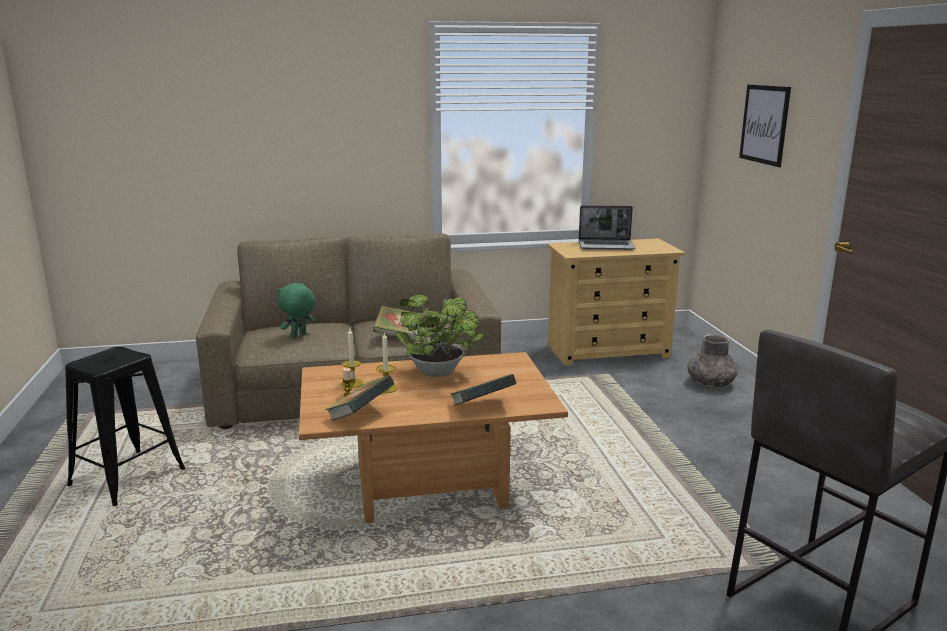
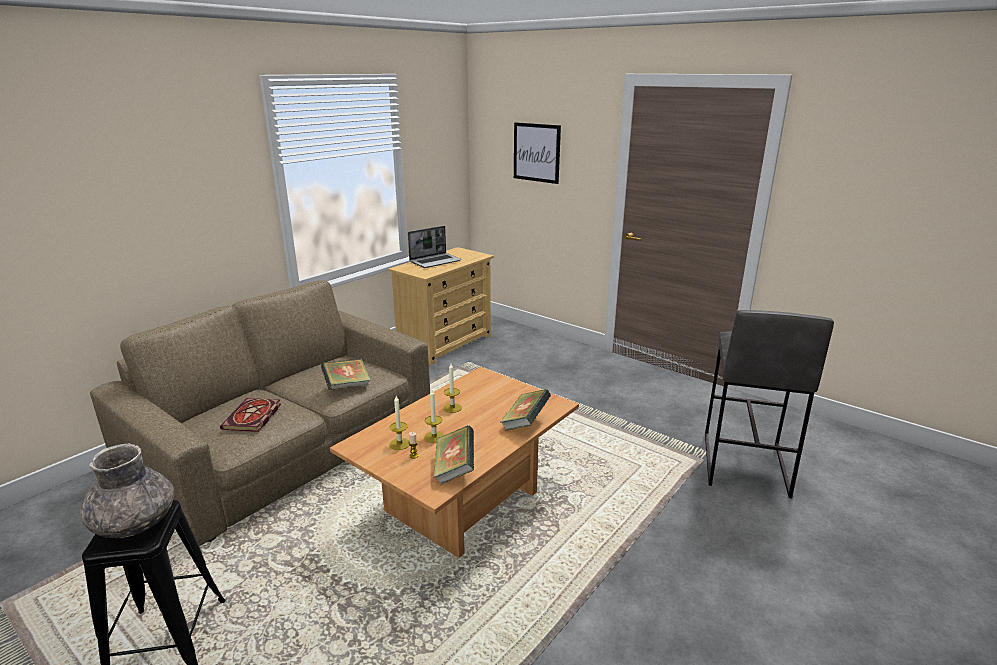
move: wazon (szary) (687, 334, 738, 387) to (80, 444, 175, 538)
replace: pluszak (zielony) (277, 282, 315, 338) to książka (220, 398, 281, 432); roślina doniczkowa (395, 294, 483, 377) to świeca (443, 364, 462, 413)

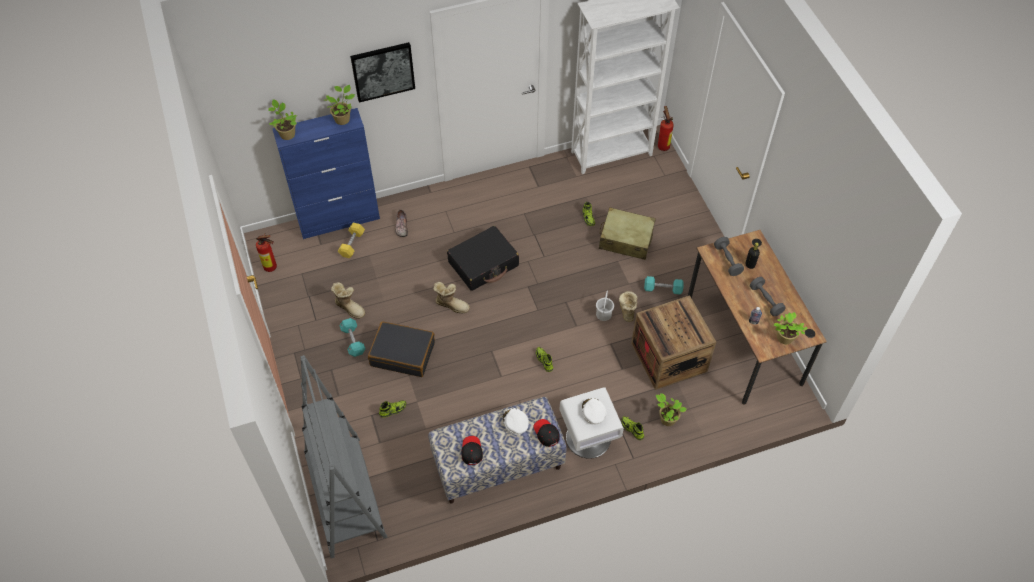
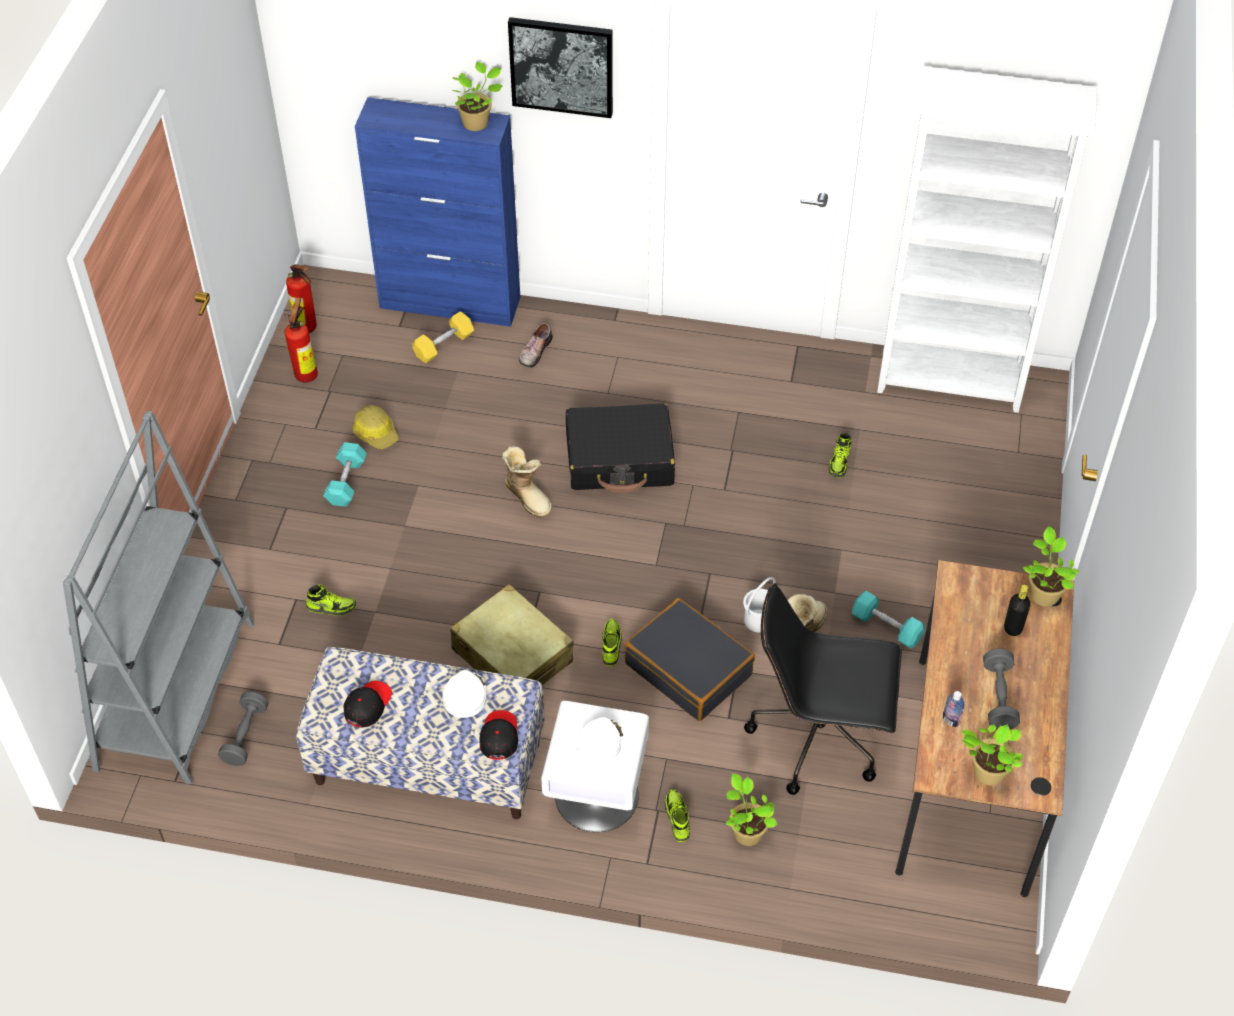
move: roślina doniczkowa (268, 99, 297, 140) to (1023, 526, 1079, 607); walizka (czarny) (368, 321, 435, 377) to (625, 598, 755, 721); walizka (beżowy) (599, 207, 656, 260) to (450, 584, 574, 685); gaśnica (658, 106, 674, 151) to (284, 297, 318, 382); hantel (szary) (714, 237, 744, 276) to (218, 691, 268, 766)
replace: but z cholewką (331, 282, 365, 319) to kask (353, 405, 399, 449); skrzynka (631, 295, 716, 390) to krzesło biurowe (czarny) (744, 583, 902, 795)

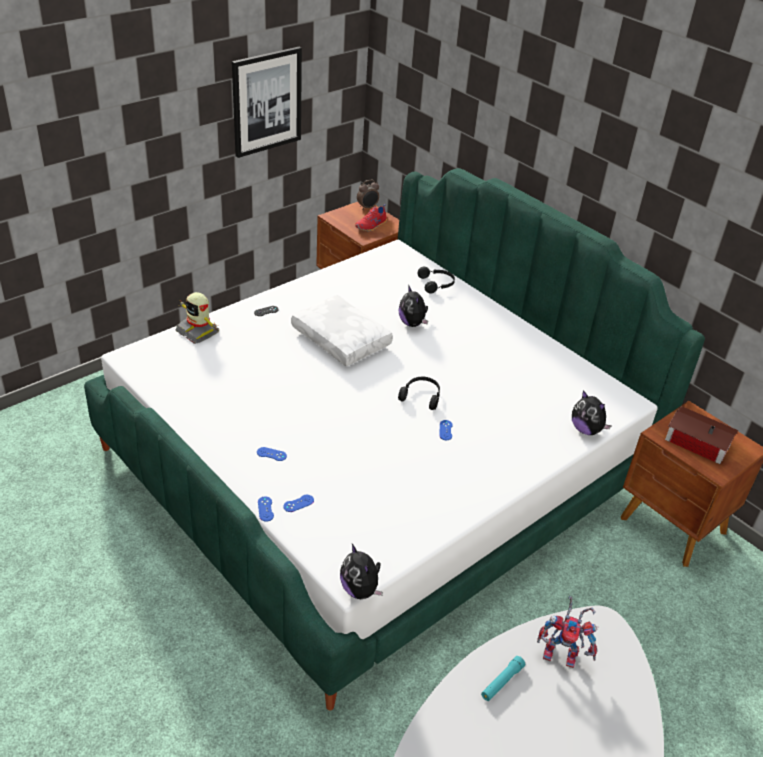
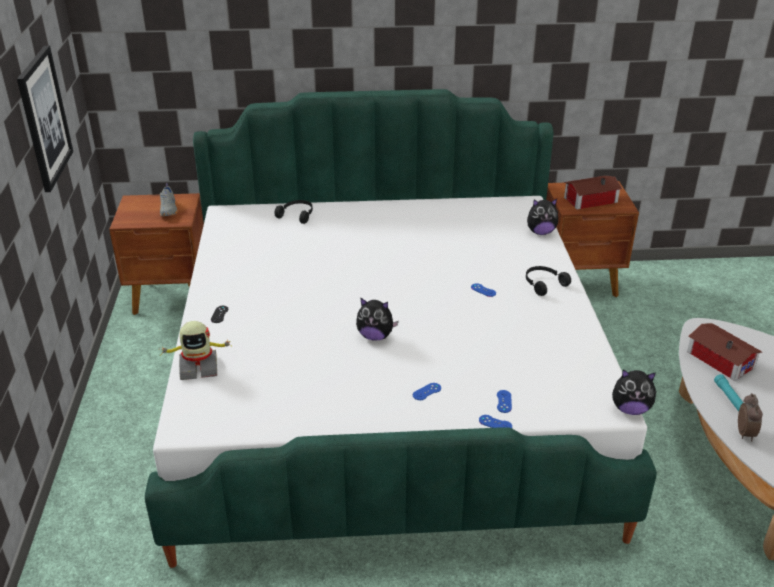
delete: poduszka (biały) (291, 295, 393, 366)
move: budzik (357, 180, 379, 210) to (738, 393, 763, 441); pluszak (398, 285, 428, 327) to (356, 298, 399, 341); słuchawki (czarny) (398, 377, 440, 410) to (526, 266, 571, 296)
replace: robot zabawkowy (537, 596, 599, 668) to domek (687, 323, 762, 381)
recolor: but (czerwony) (355, 204, 387, 231) to but (szary) (160, 183, 178, 216)

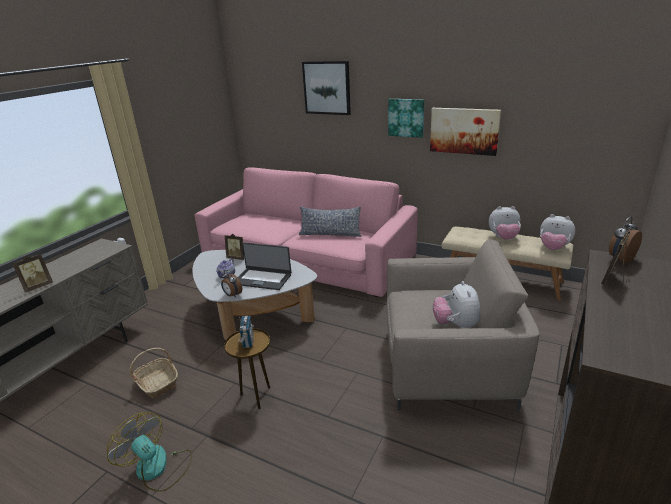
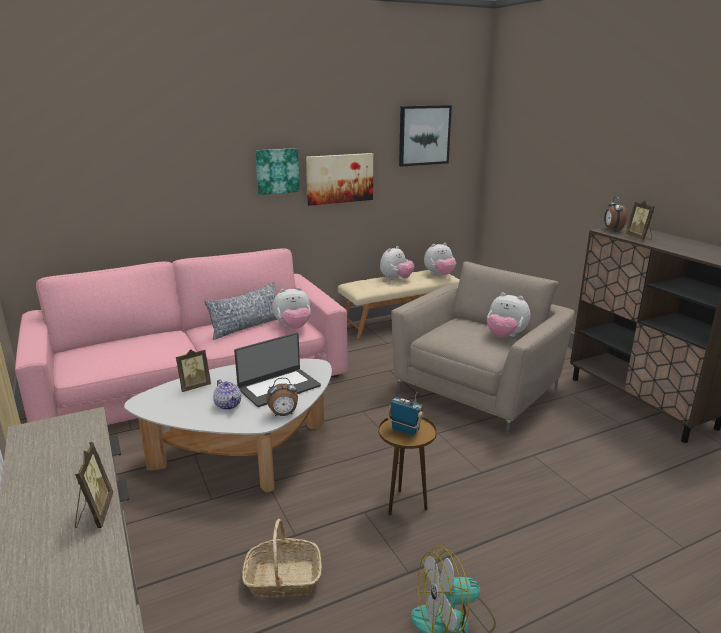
insert: pluszak (272, 287, 311, 329)
move: obraz (302, 61, 351, 115) to (399, 105, 452, 167)

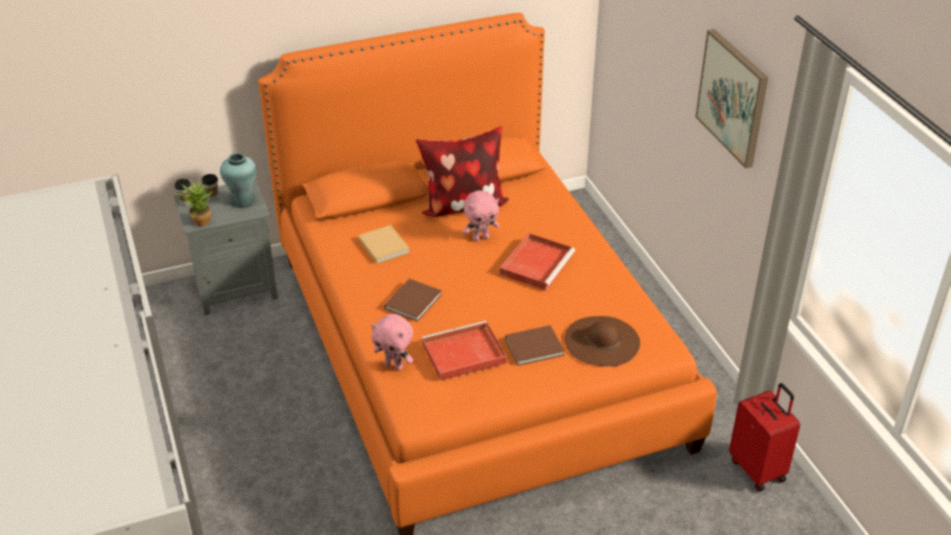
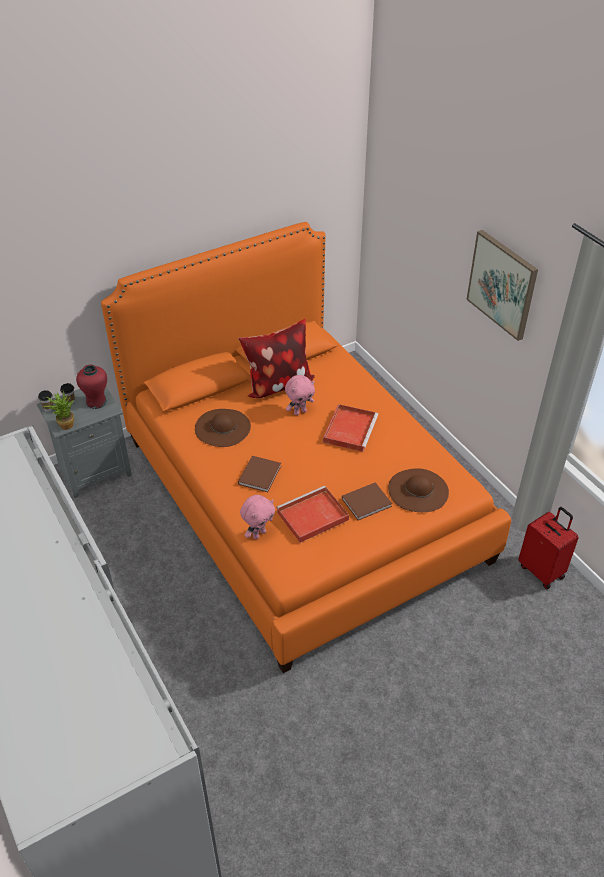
replace: książka (beżowy) (358, 225, 410, 264) to kapelusz (brązowy) (195, 409, 251, 447)
recolor: wazon (turkusowy) (220, 153, 257, 208) to wazon (czerwony) (76, 365, 107, 409)
rotate: pluszak (różowy) (371, 314, 414, 370) = (240, 495, 275, 539) 60 degrees counterclockwise

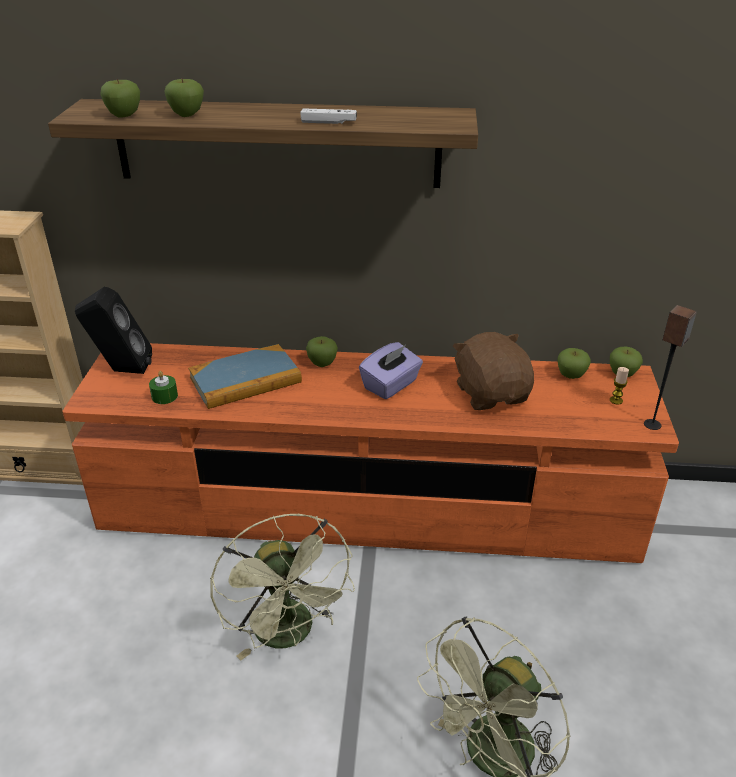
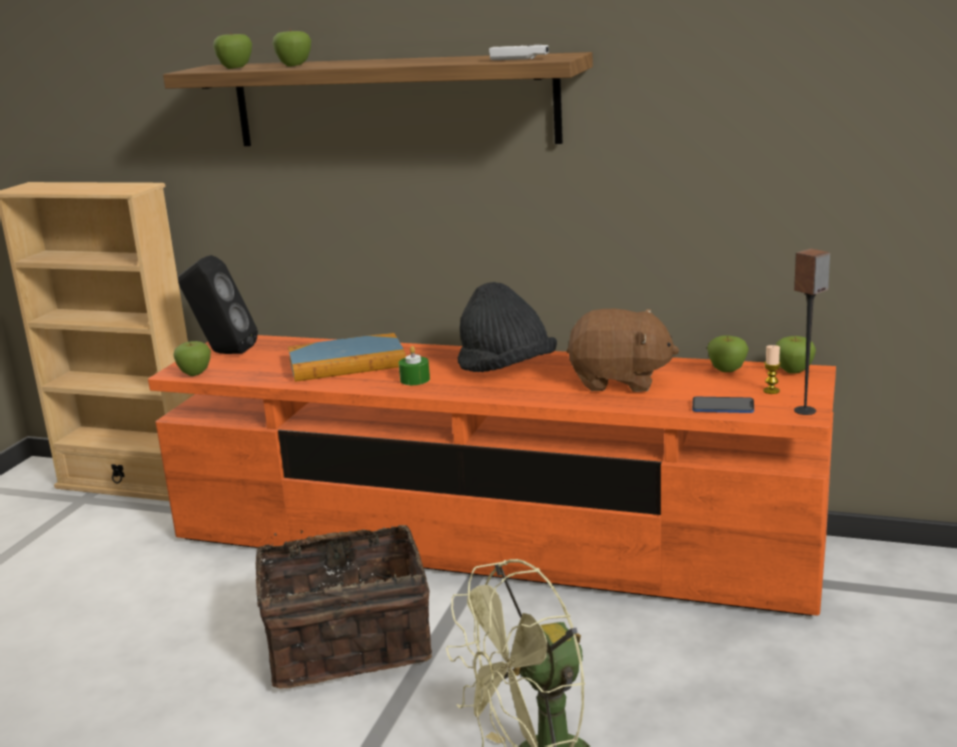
insert: telefon (692, 397, 754, 413)
move: świeca (zielony) (149, 371, 178, 404) to (399, 346, 430, 385); pad do gier (biały) (300, 108, 357, 124) to (489, 44, 549, 60); jabłko (306, 336, 338, 367) to (173, 341, 211, 376)
replace: wentylator (zielony) (210, 514, 355, 660) to koszyk (256, 525, 432, 689); pudełko chusteczek (fioletowy) (359, 342, 423, 399) to kapelusz (czarny) (458, 282, 557, 372)
rotate: pluszak (brązowy) (453, 332, 534, 410) = (567, 309, 679, 392) 105 degrees clockwise

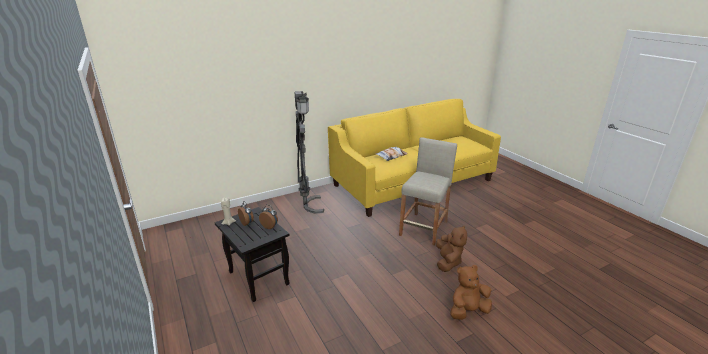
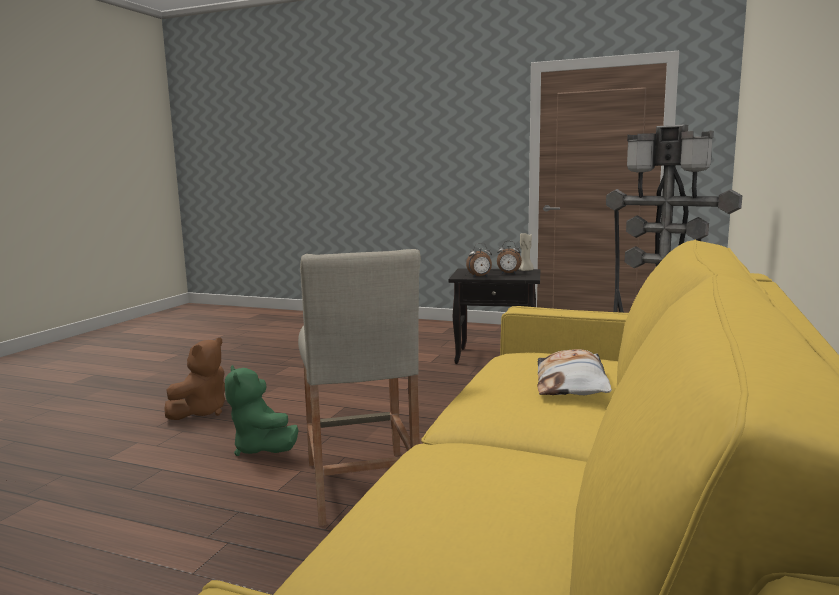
recolor: pluszak (brązowy) (436, 225, 467, 272) to pluszak (zielony) (225, 365, 298, 456)

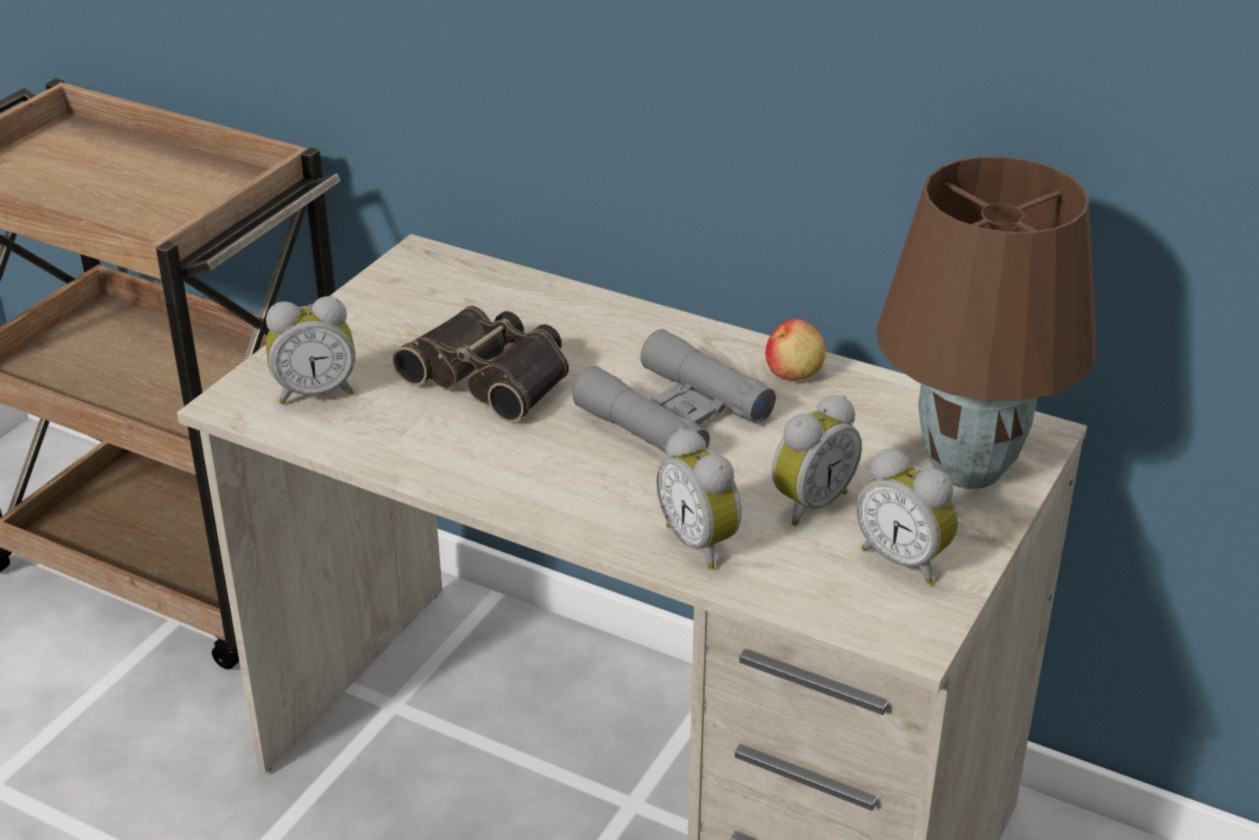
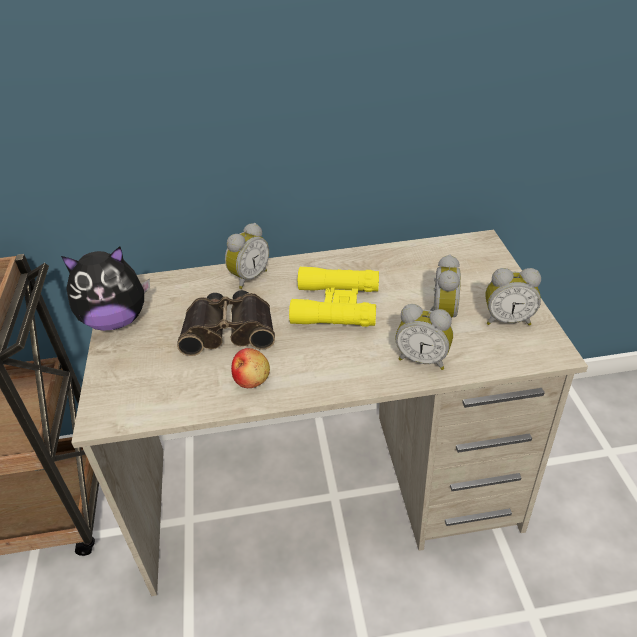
delete: lampa stołowa (brązowy) (876, 157, 1097, 489)
insert: pluszak (61, 246, 150, 331)
move: budzik (266, 296, 355, 404) to (225, 223, 269, 289); jabłko (765, 319, 826, 380) to (231, 348, 270, 388)
recolor: lornetka (szary) (572, 329, 776, 457) to lornetka (żółty) (289, 266, 379, 327)

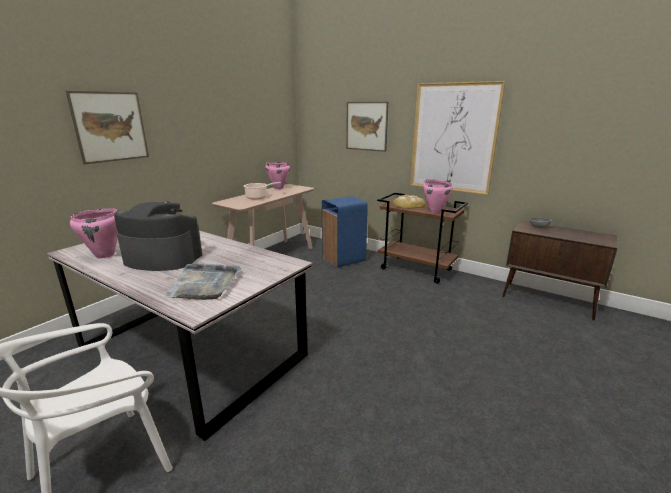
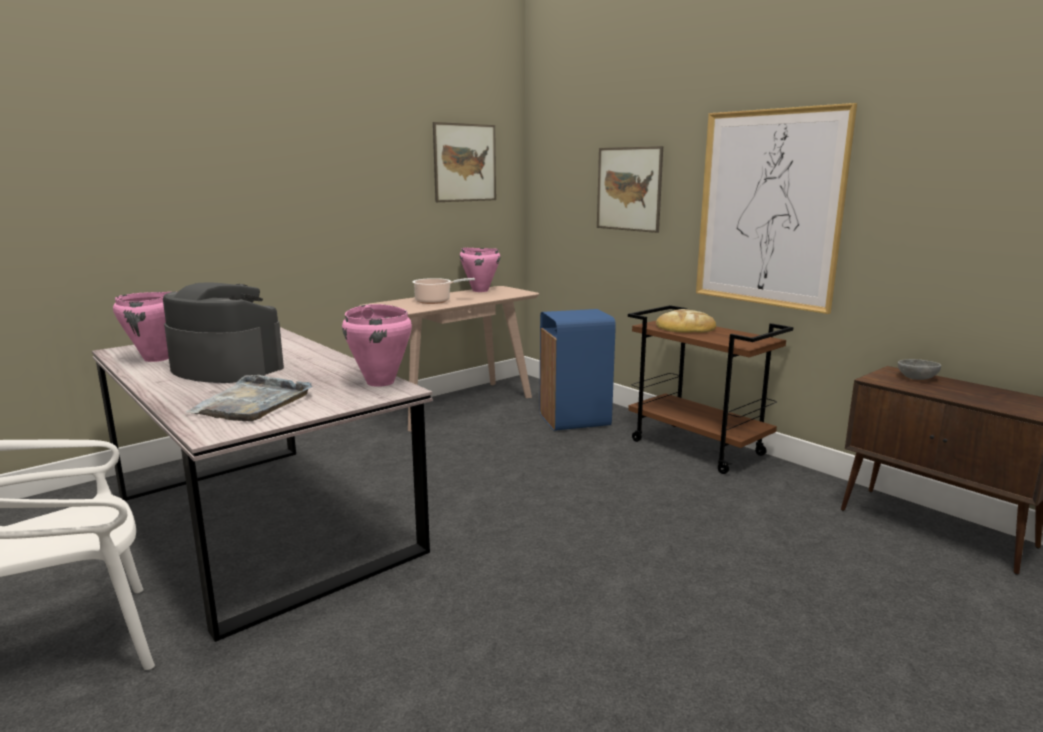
move: obraz (66, 91, 149, 165) to (433, 122, 496, 202); garnek (różowy) (423, 179, 453, 213) to (342, 304, 412, 387)

